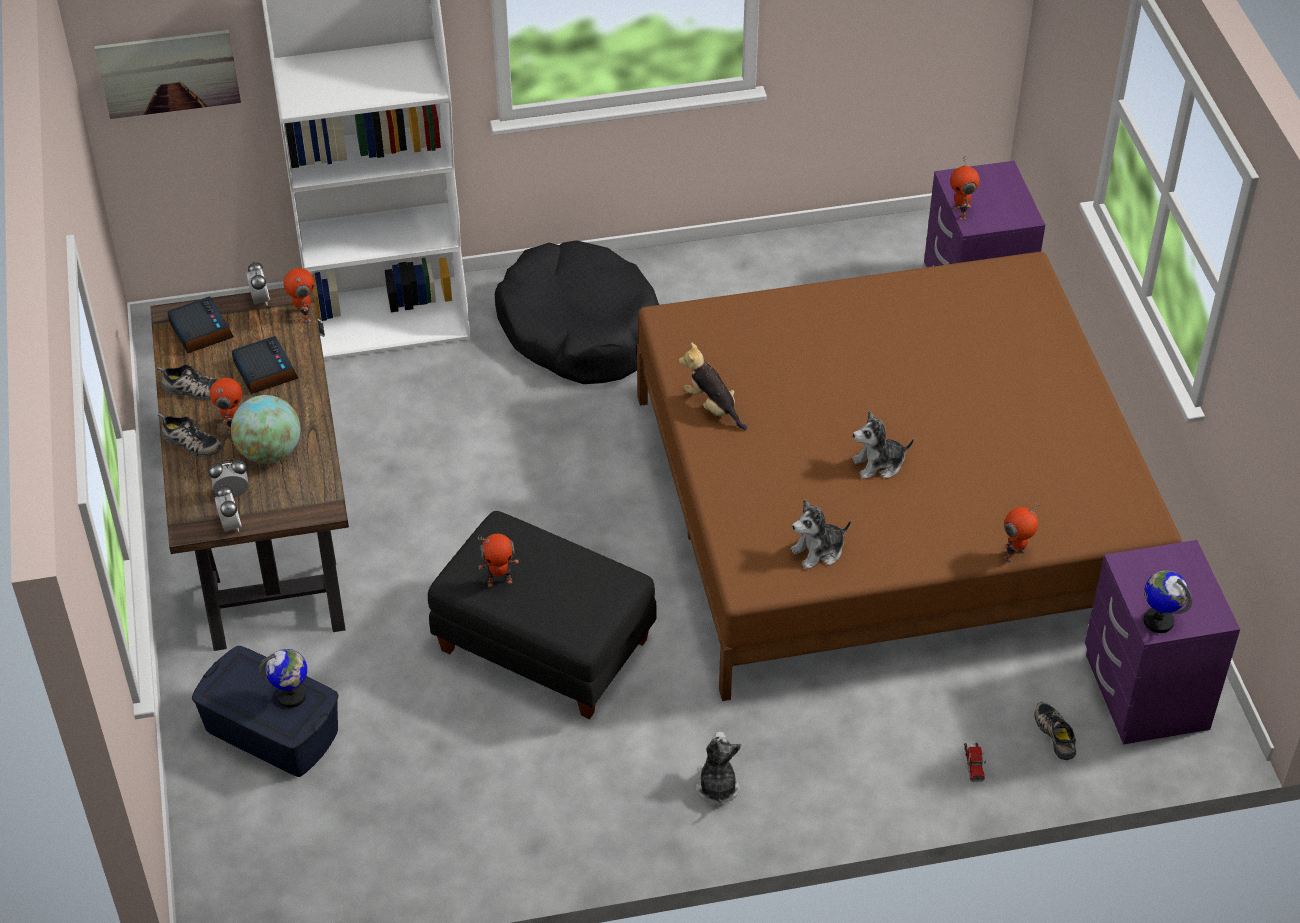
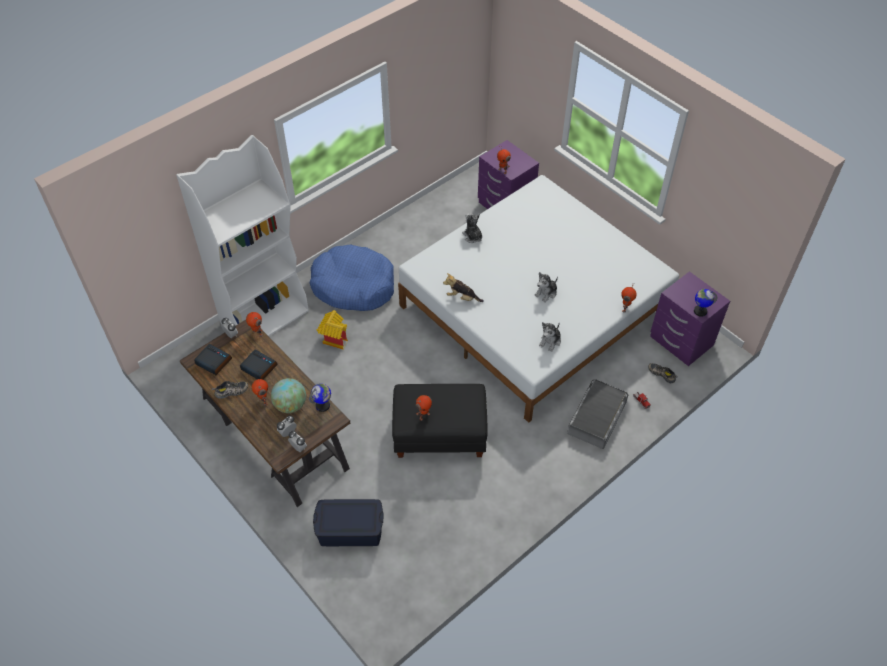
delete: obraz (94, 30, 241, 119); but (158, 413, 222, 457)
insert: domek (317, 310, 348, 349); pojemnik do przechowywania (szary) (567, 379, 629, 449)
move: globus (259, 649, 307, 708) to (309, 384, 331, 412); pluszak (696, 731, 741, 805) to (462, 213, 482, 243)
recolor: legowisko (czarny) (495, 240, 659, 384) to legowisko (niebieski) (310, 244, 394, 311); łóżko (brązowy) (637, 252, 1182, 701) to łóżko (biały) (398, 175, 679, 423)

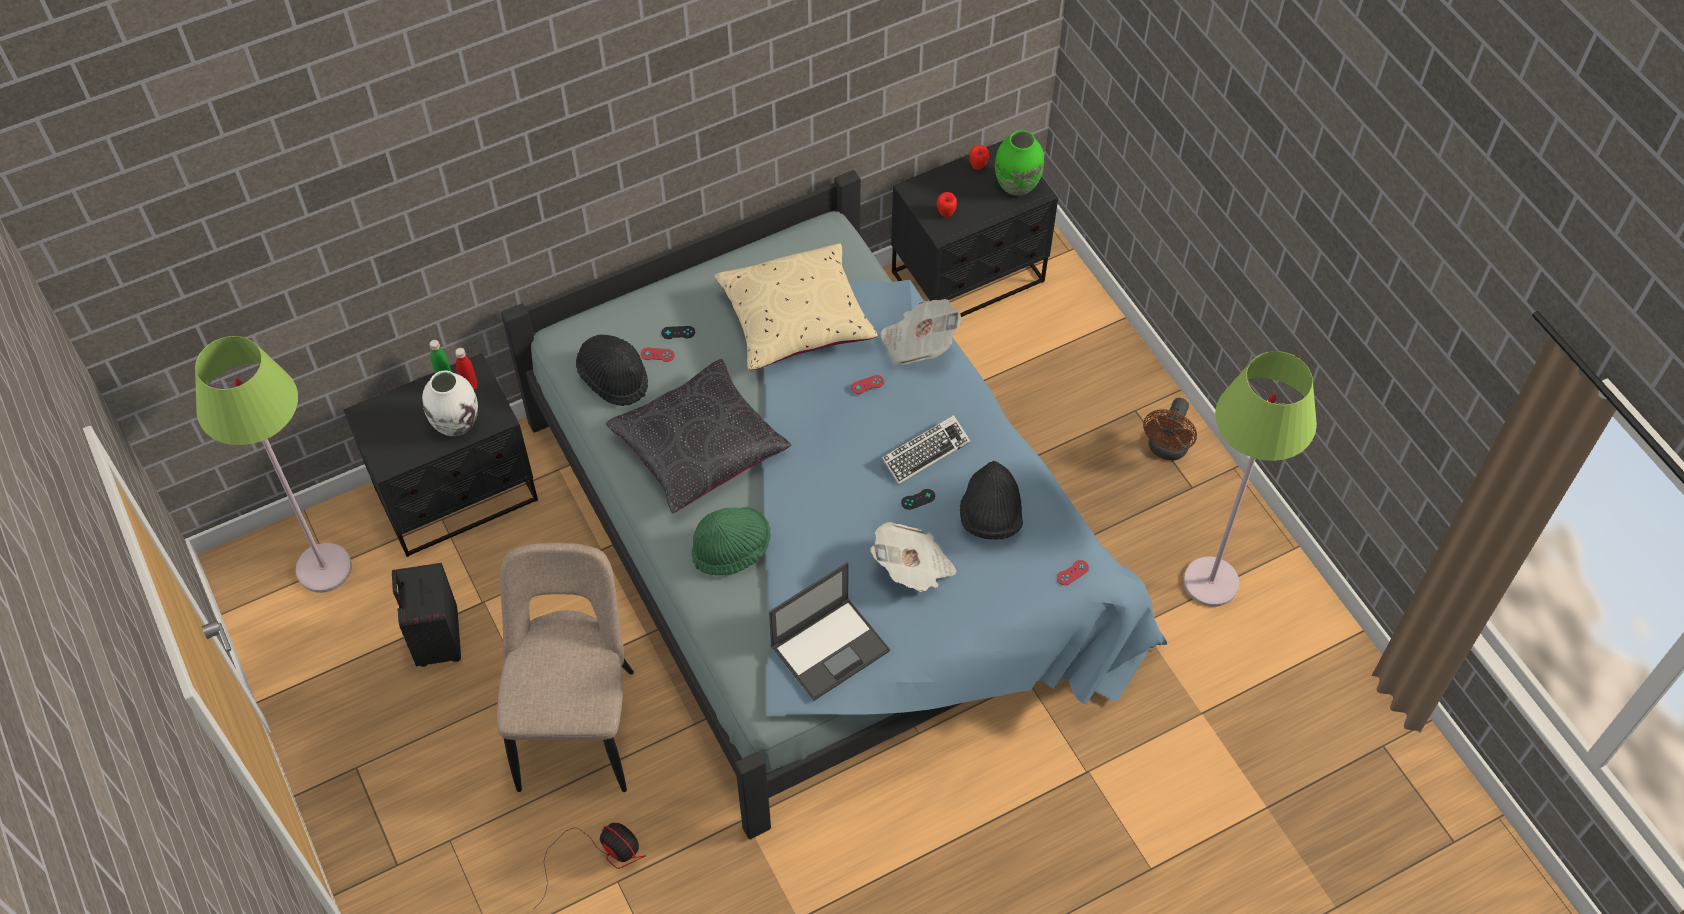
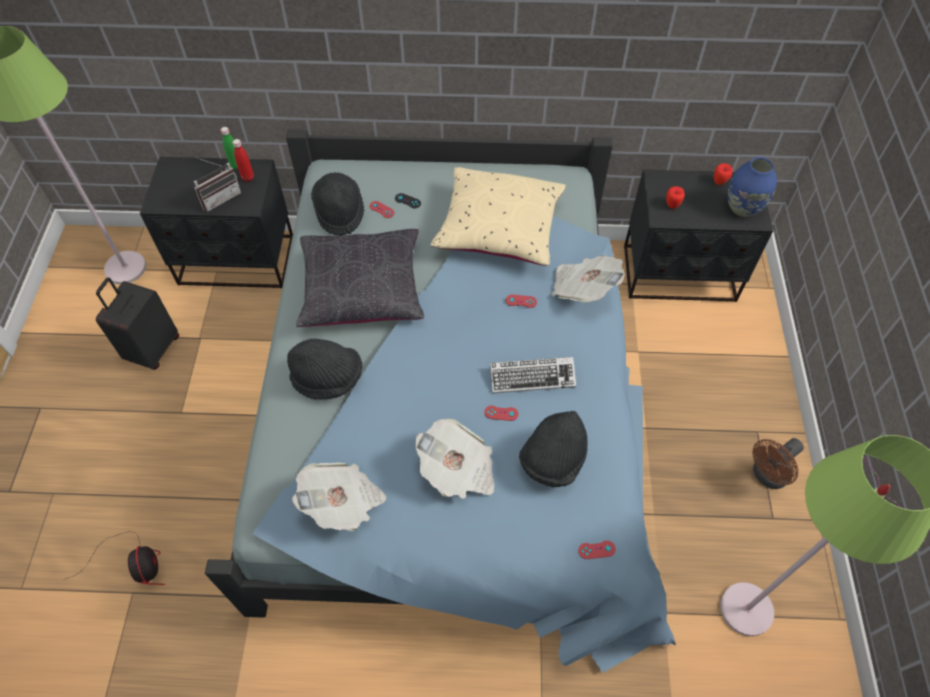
delete: krzesło (beżowy) (497, 543, 634, 792)
replace: wazon (biały) (422, 371, 478, 436) to radio (193, 158, 241, 212); laptop (769, 562, 890, 701) to gazeta (292, 463, 386, 531)
recolor: kapelusz (zielony) (691, 507, 771, 575) to kapelusz (czarny) (287, 339, 362, 400); pad do gier (czarny) (901, 489, 935, 510) to pad do gier (czerwony) (484, 405, 518, 421); wazon (zielony) (995, 130, 1044, 196) to wazon (niebieski) (728, 157, 777, 217)

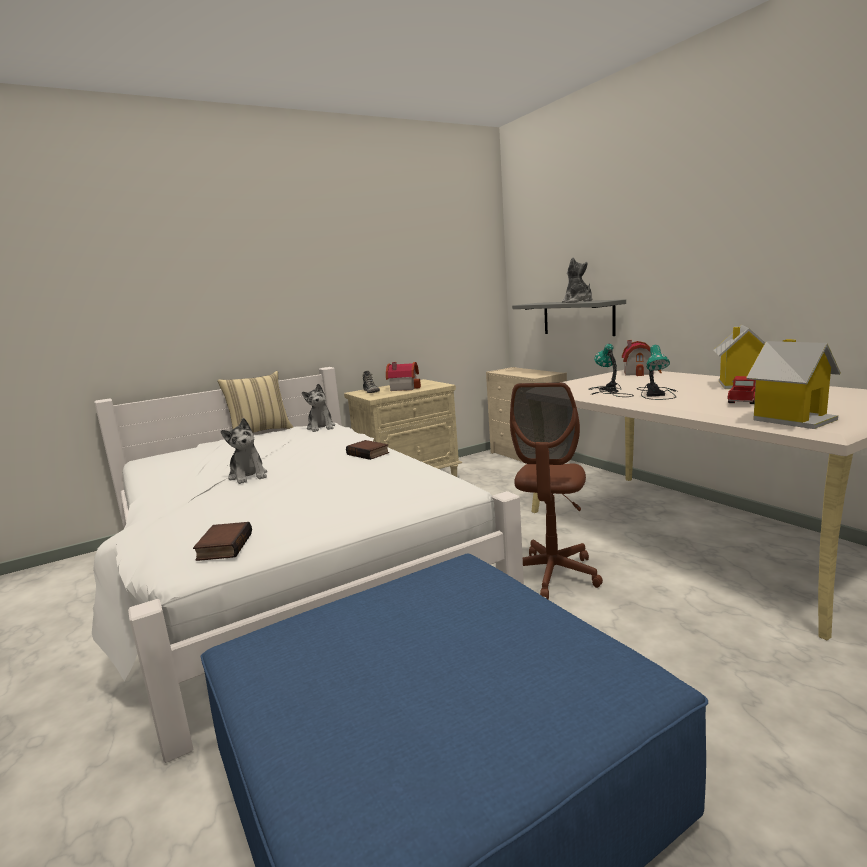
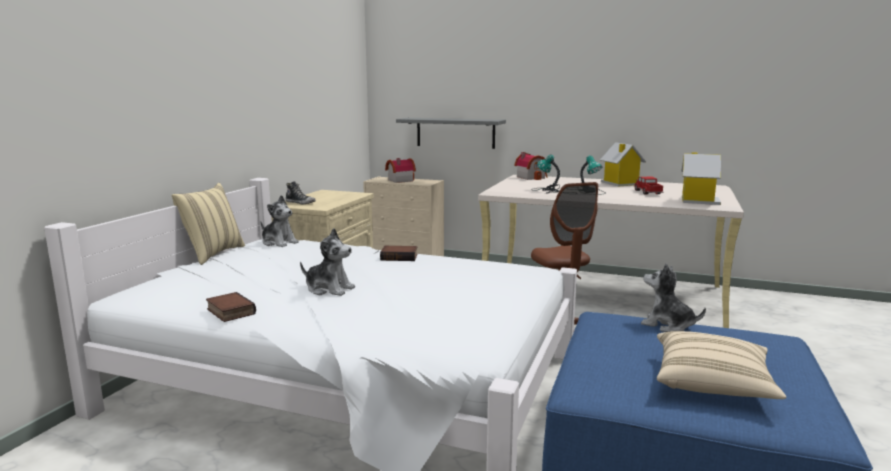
insert: poduszka (beżowy) (657, 331, 786, 399)
move: książka (193, 522, 252, 561) to (206, 292, 256, 322); domek (386, 362, 421, 391) to (385, 158, 416, 183); pluszak (562, 257, 592, 303) to (641, 263, 706, 332)

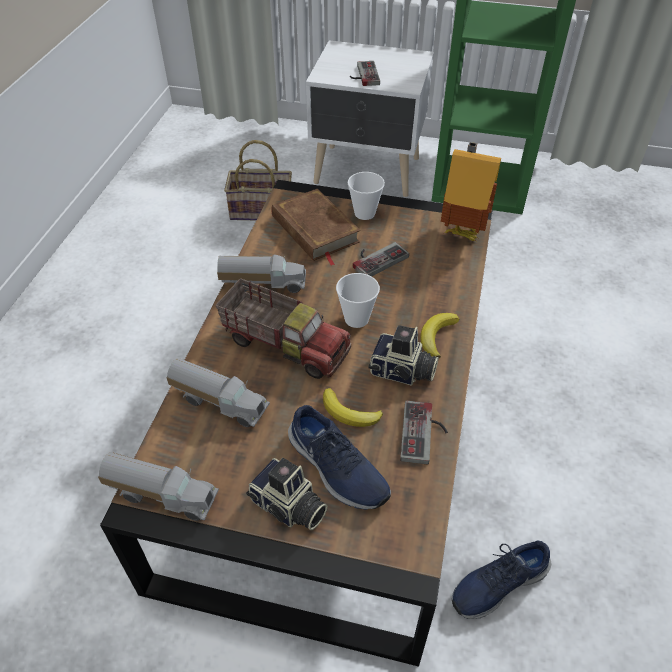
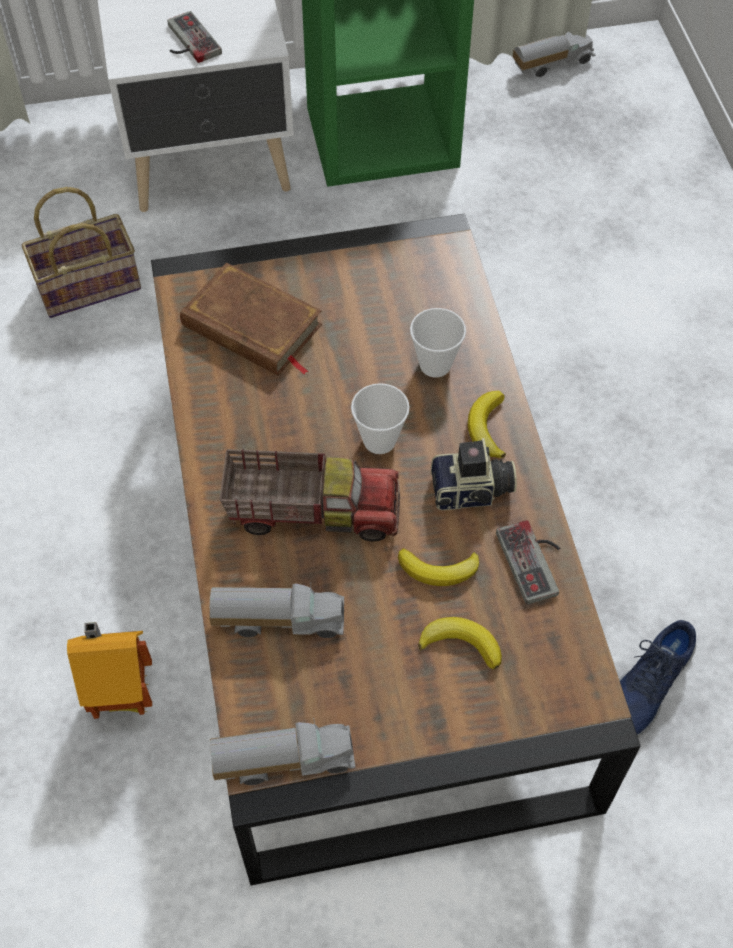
delete: aparat fotograficzny (246, 458, 328, 530); pad do gier (353, 242, 409, 276)
move: ciężarówka zabawkowa (217, 255, 306, 293) to (513, 32, 595, 77); filiżanka (348, 172, 385, 220) to (410, 308, 466, 378); domek (441, 142, 501, 241) to (67, 622, 152, 719)
replace: but (niebieski) (288, 405, 391, 510) to banan (418, 617, 502, 670)

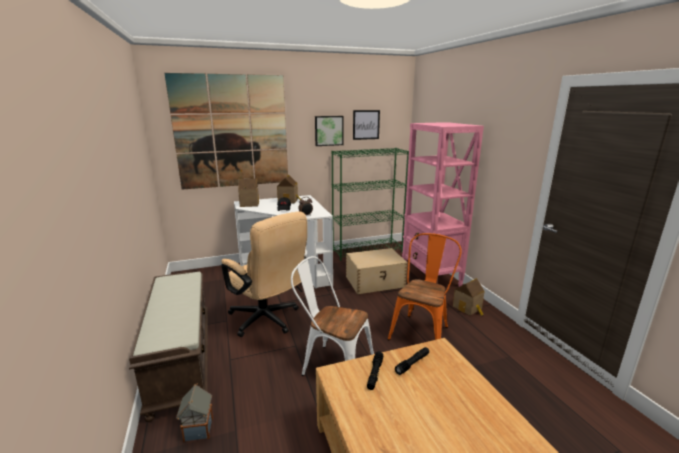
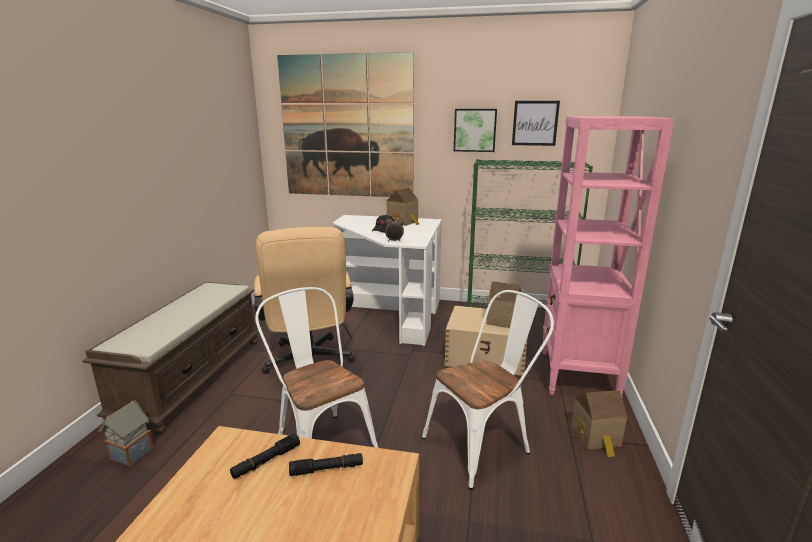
move: domek (238, 179, 259, 207) to (487, 281, 521, 328)
recolor: krzesło (pomarańczowy) (388, 233, 462, 340) to krzesło (biały) (422, 290, 554, 490)

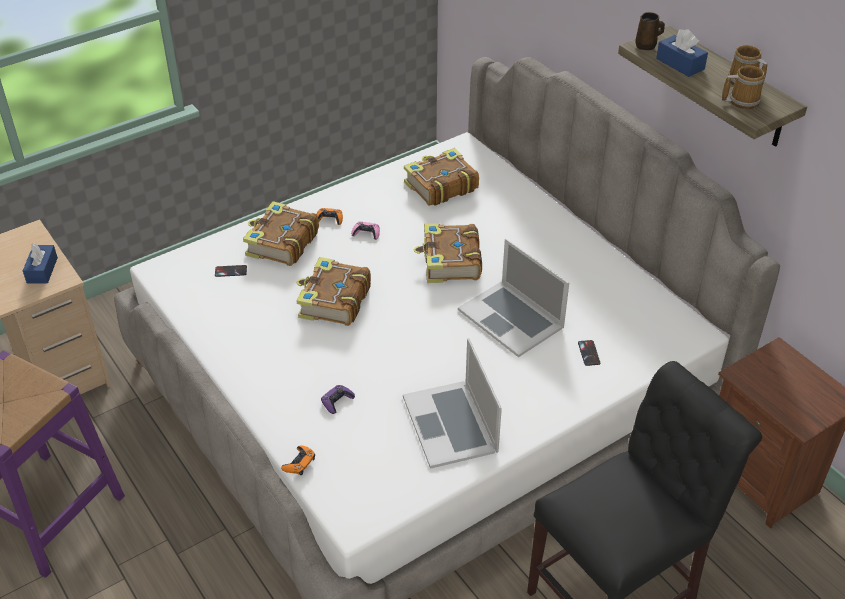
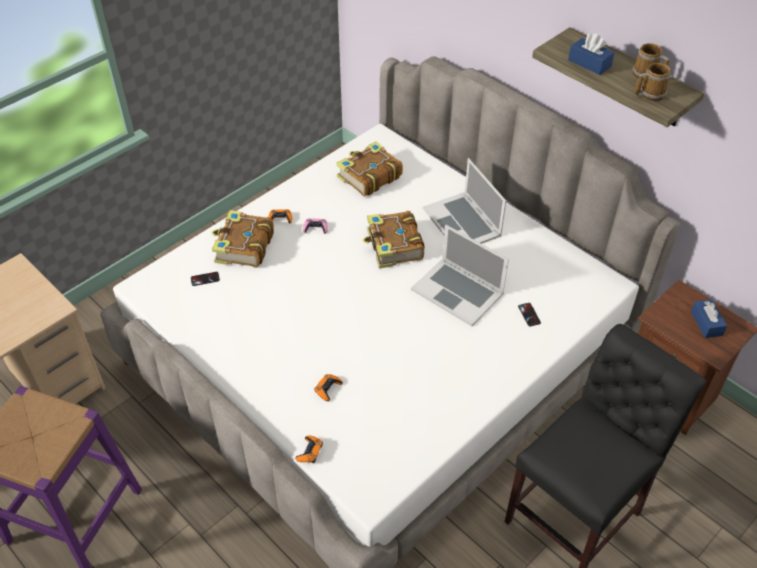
delete: książka (296, 257, 371, 326); kubek (brązowy) (635, 12, 665, 50)
move: pudełko chusteczek (niebieski) (23, 243, 58, 284) to (691, 299, 727, 338); laptop (403, 338, 502, 469) to (423, 158, 506, 244)
recolor: pad do gier (fioletowy) (321, 385, 355, 414) to pad do gier (pomarańczowy) (314, 374, 343, 401)

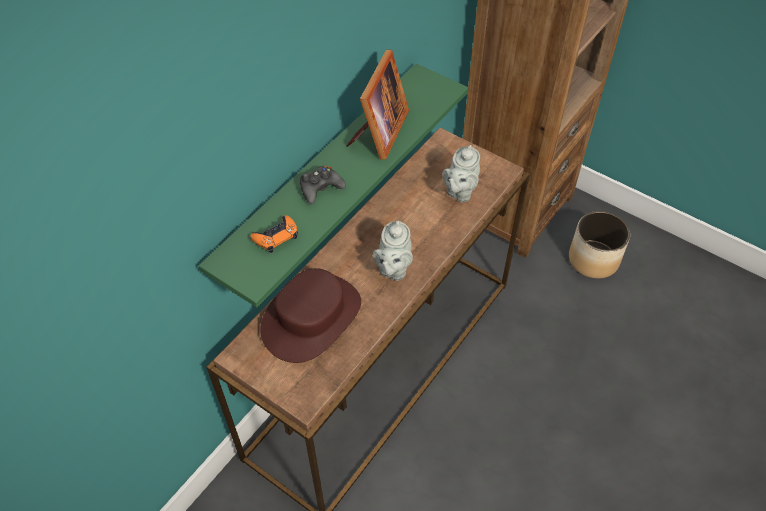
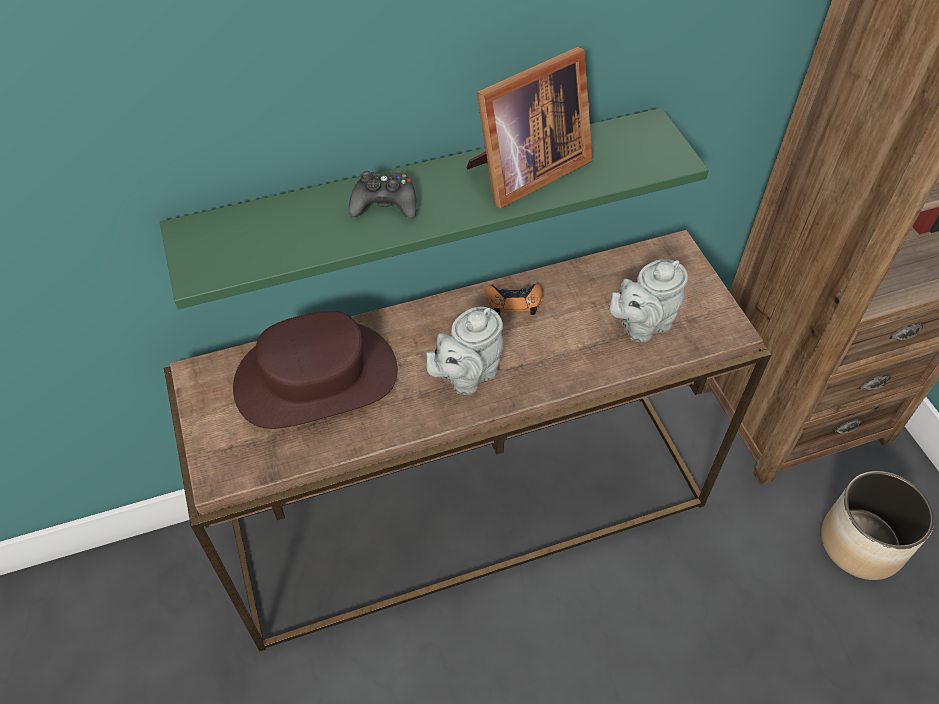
move: pad do gier (pomarańczowy) (250, 215, 298, 253) to (485, 284, 542, 315)

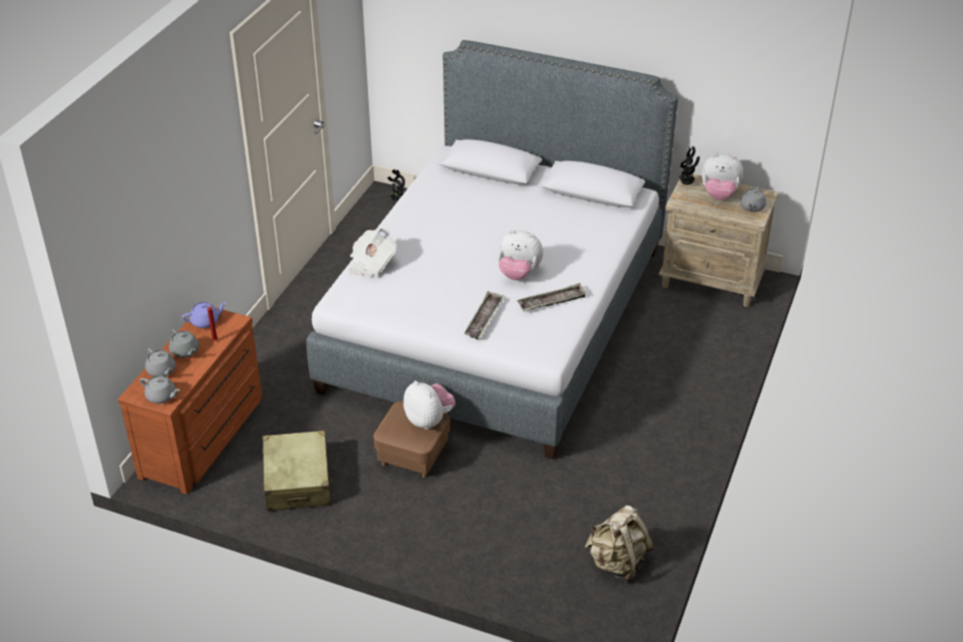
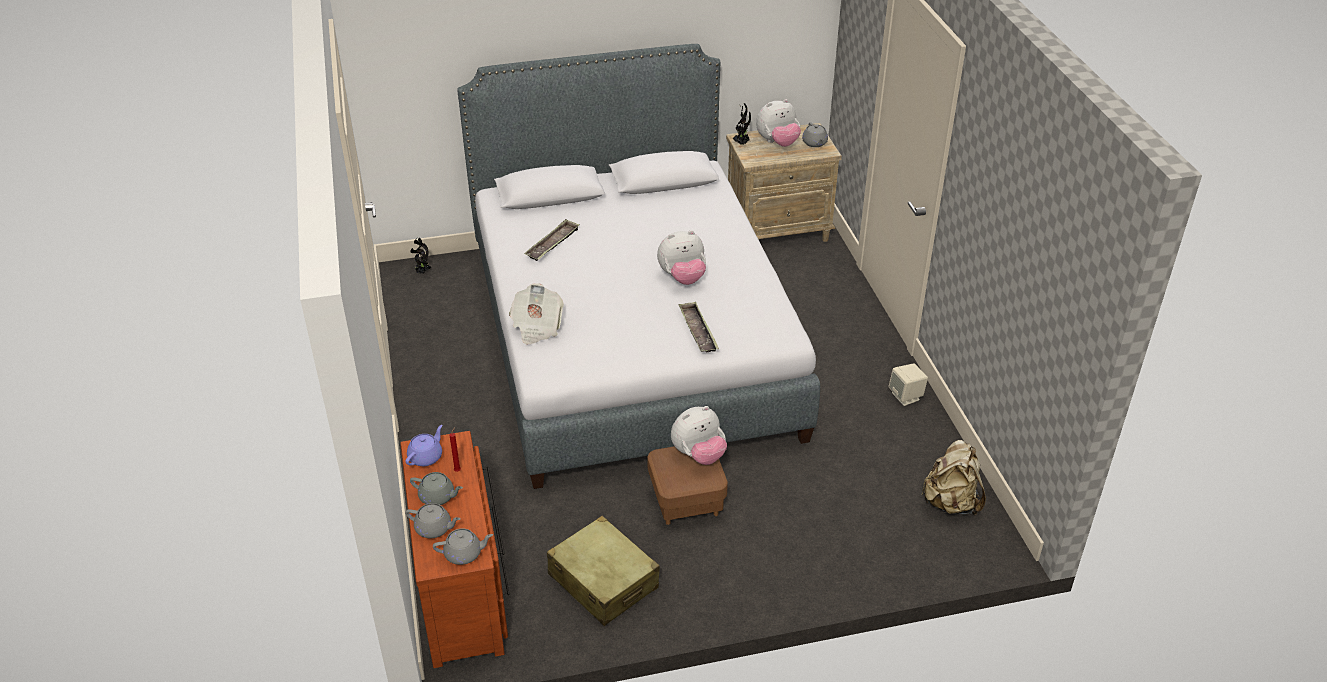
insert: głośnik (beżowy) (888, 363, 928, 406)
move: taca (517, 283, 588, 311) to (524, 219, 580, 261)
rotate: pluszak (403, 381, 456, 429) = (671, 406, 727, 465) 135 degrees clockwise

